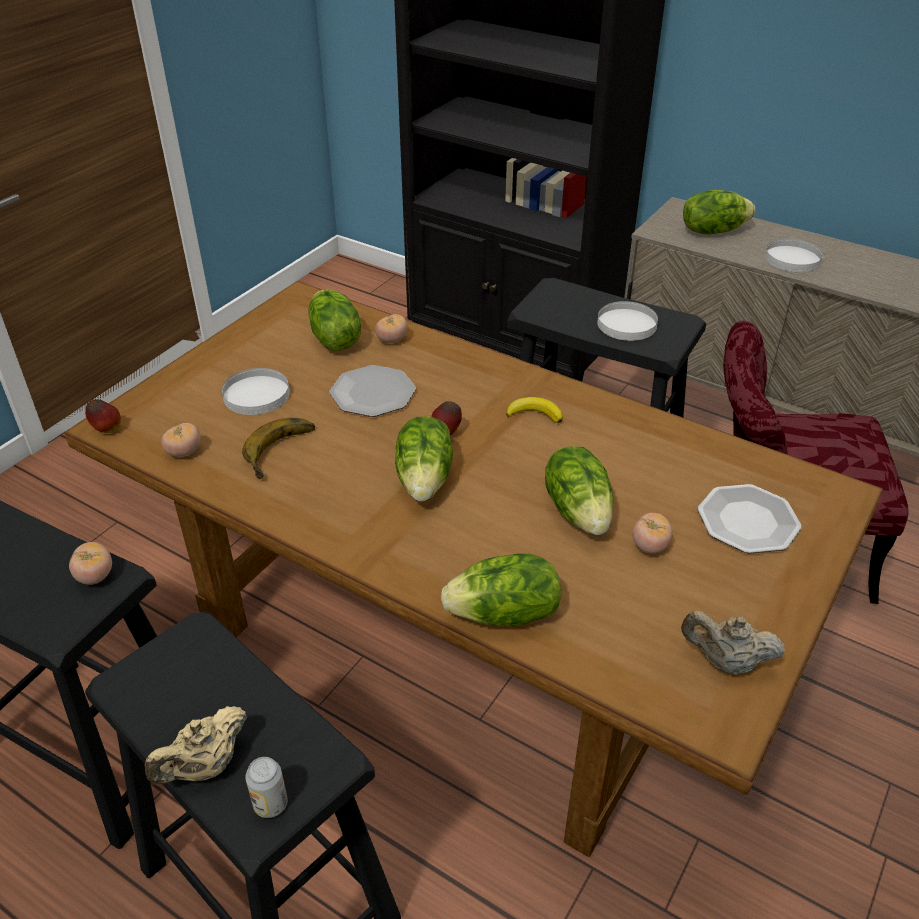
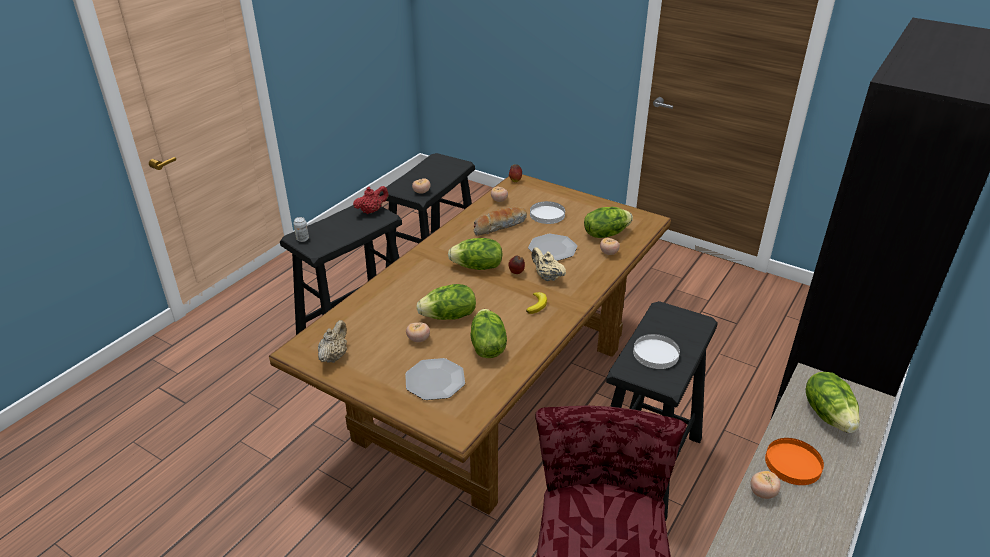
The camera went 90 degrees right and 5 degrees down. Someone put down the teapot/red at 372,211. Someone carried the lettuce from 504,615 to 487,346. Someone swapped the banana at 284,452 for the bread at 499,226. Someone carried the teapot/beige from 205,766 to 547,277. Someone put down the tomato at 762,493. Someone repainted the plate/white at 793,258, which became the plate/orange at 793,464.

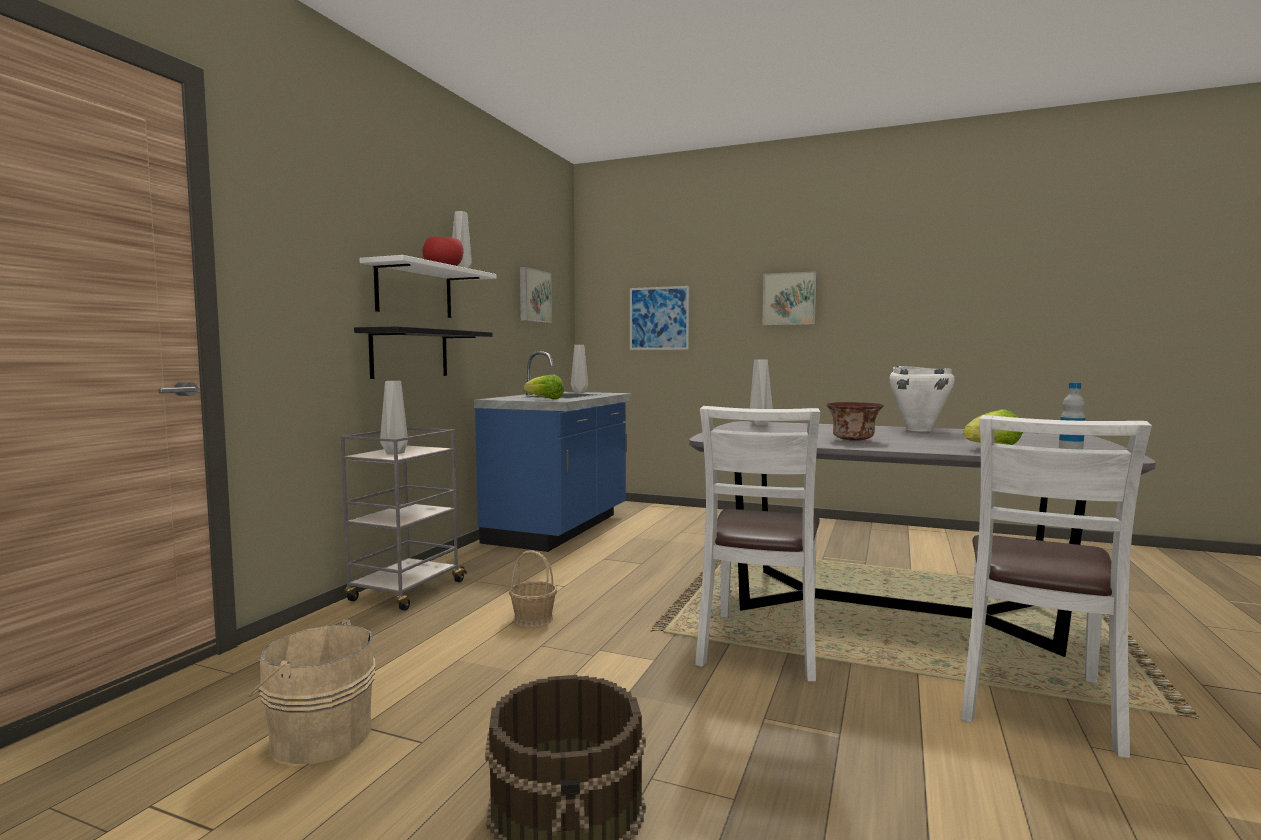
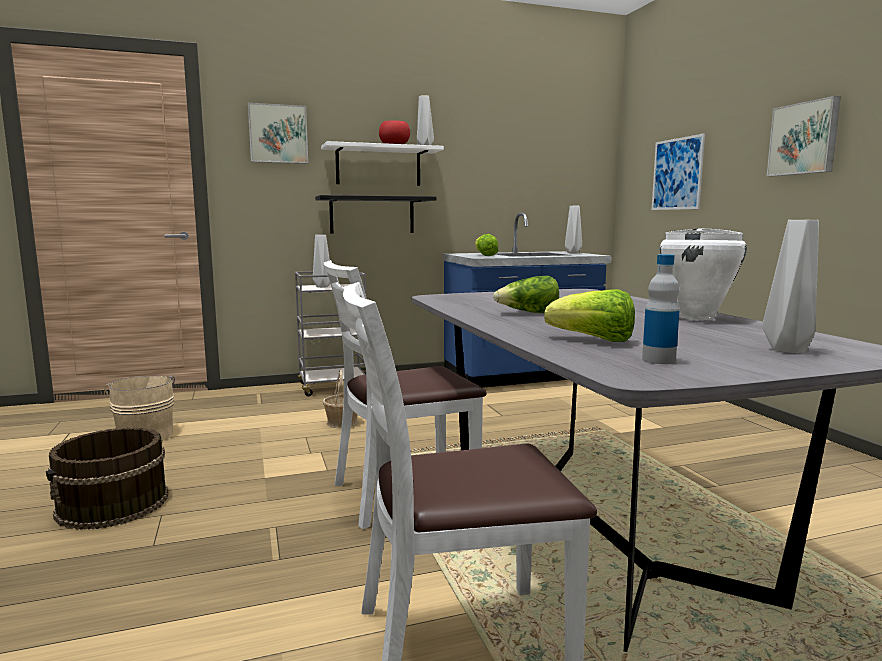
The camera went 50 degrees right and 5 degrees up. Someone carried the picture from 533,296 to 278,134. Someone swapped the bowl at 854,440 for the lettuce at 529,313. Someone carried the vase/grey from 759,424 to 785,349.

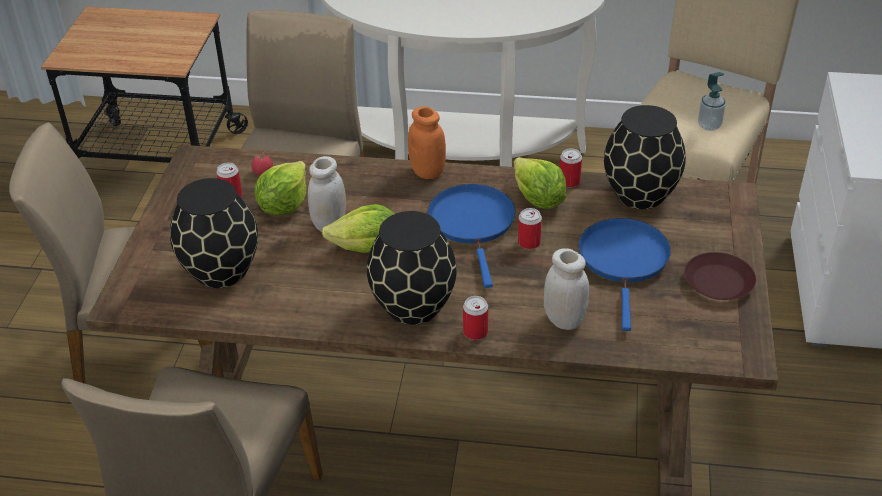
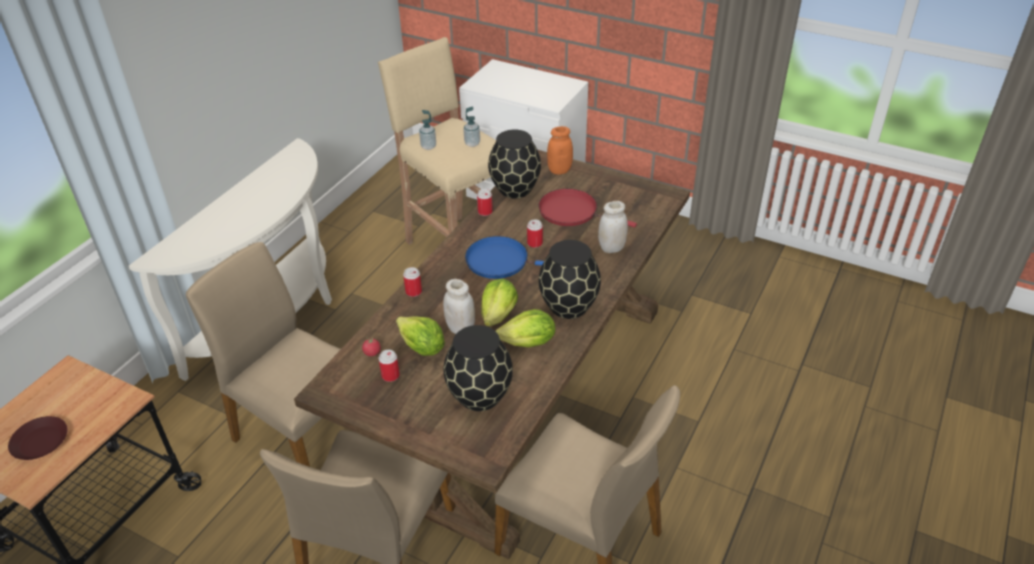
The camera went 70 degrees left and 0 degrees up. Someone carried the plate/brown from 719,282 to 41,441. Someone carried the can from 475,332 to 413,292. Someone put down the soap dispenser at 428,146. Someone carried the lettuce from 538,200 to 529,343. Someone repainted the frying pan/blue at 624,260, which became the frying pan/red at 572,212. Someone carried the jar/orange from 427,172 to 559,170.

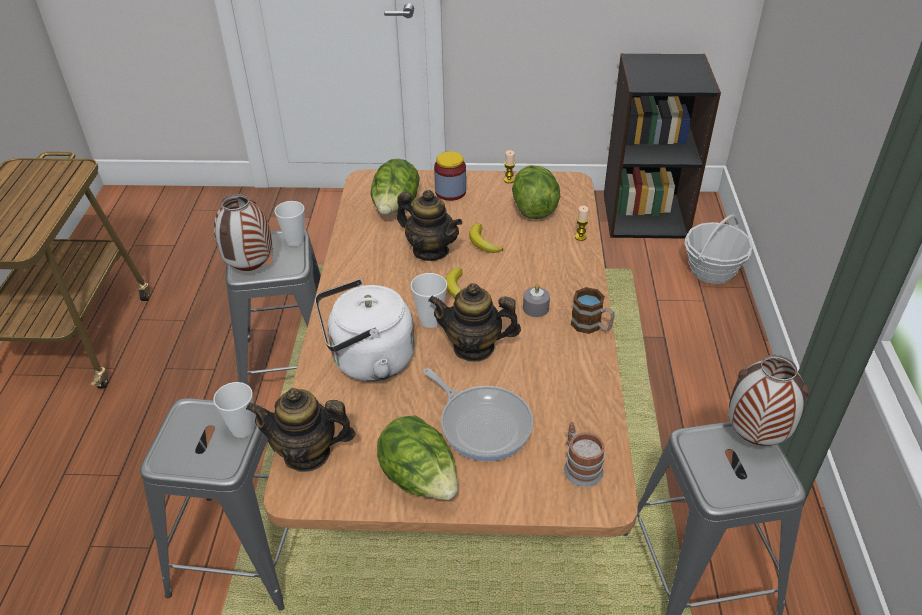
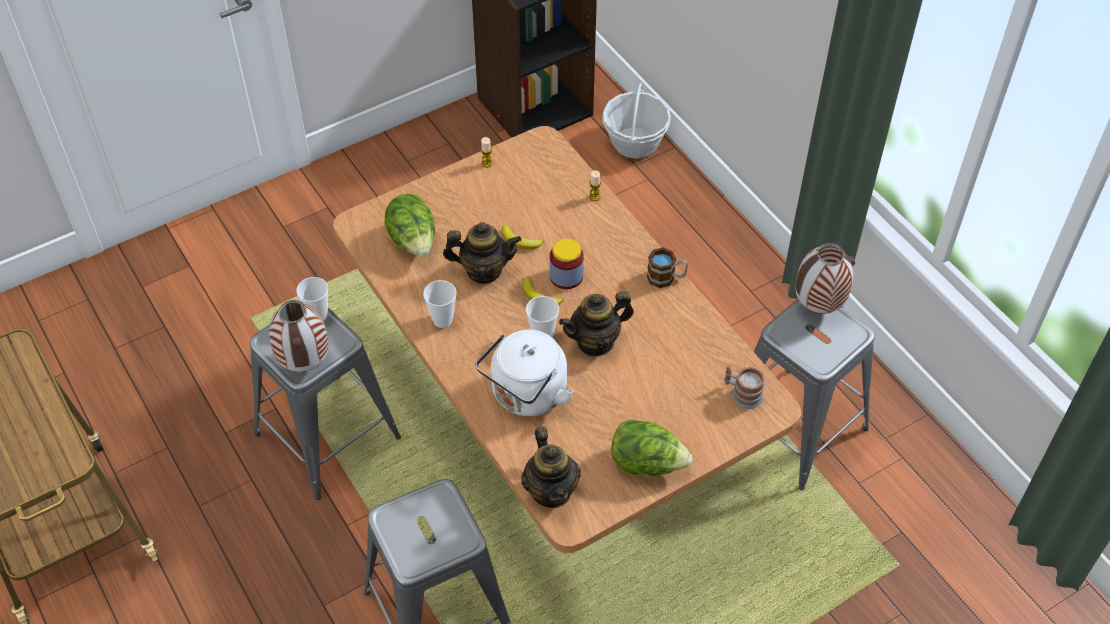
The camera went 35 degrees left and 10 degrees up. Someone carried the cup from 242,429 to 442,320. Someone rotated the teapot at 307,453 by 75 degrees counterclockwise. Someone carried the jar from 450,192 to 566,276. Someone took away the frying pan at 482,424. Someone took away the lettuce at 533,208. Someone took away the candle/grey at 535,308.

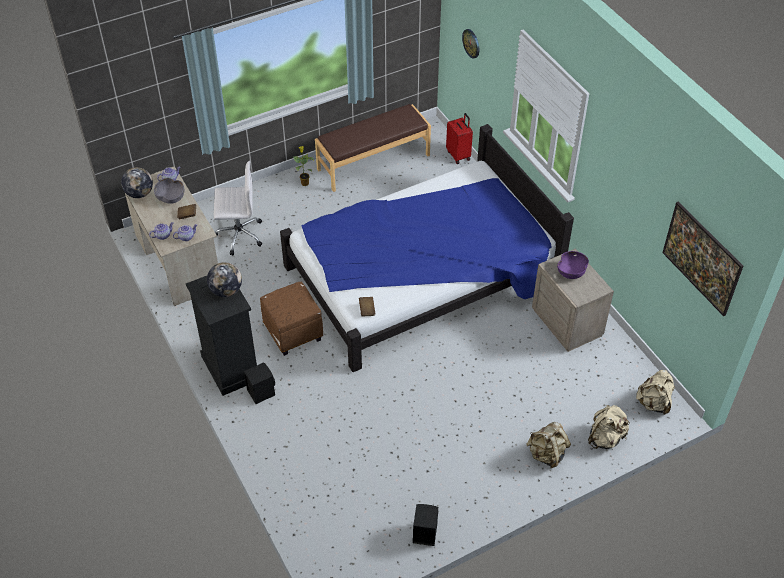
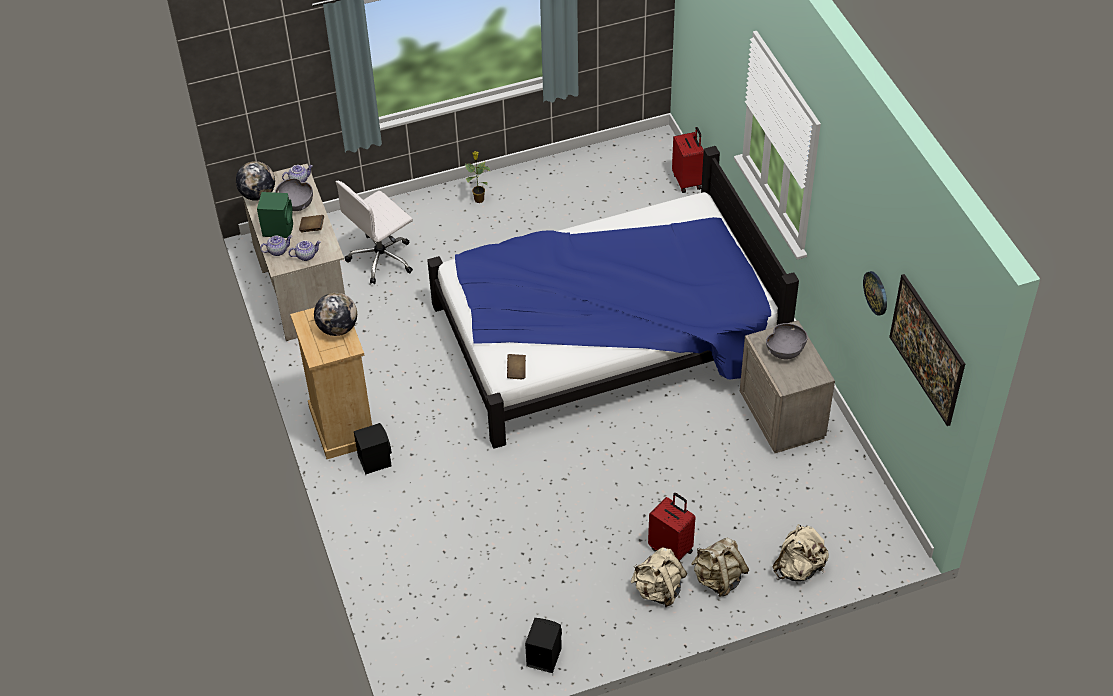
The camera went 10 degrees right and 0 degrees up. Someone put down the speaker/green at 278,228. Someone repainted the dresser/black at 230,367, which became the dresser/beige at 342,425. Someone rotated the office chair/white at 238,235 by 135 degrees clockwise. Someone carried the backpack/beige from 653,403 to 658,590. Someone put down the suitcase/red at 671,549. Someone repainted the bowl/purple at 571,272, which became the bowl/grey at 785,350. Someone carried the wall clock from 471,43 to 876,292. Someone took away the ottoman/brown at 294,333. Someone took away the bench/brown at 373,162.

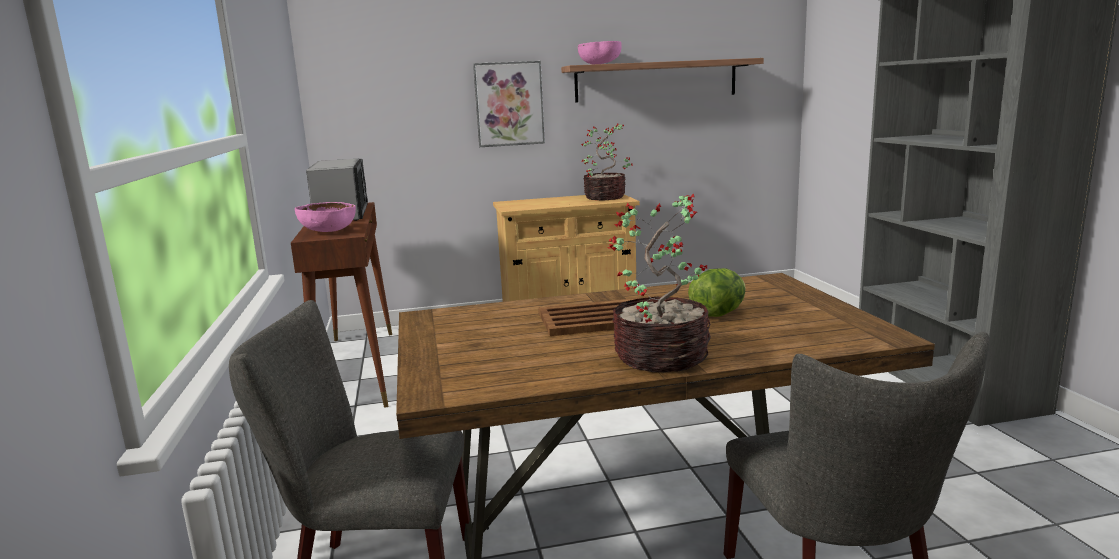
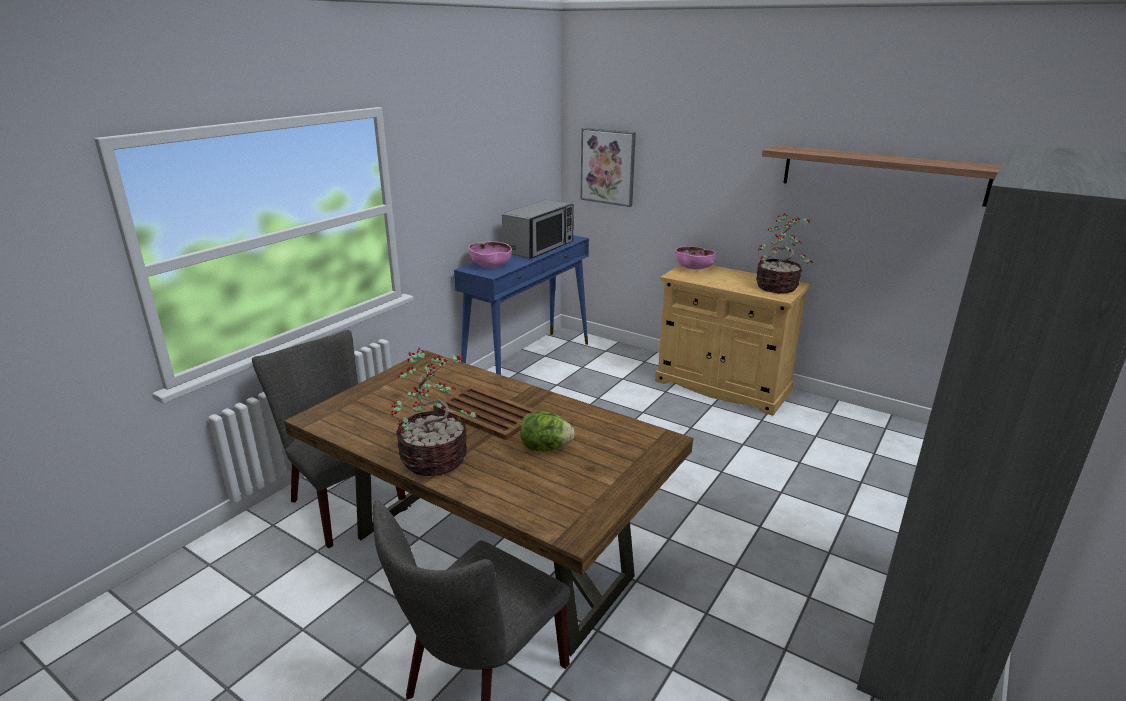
The camera went 45 degrees right and 10 degrees up. Someone repainted the console table/brown at 358,369, which became the console table/blue at 528,363. Someone carried the picture from 509,104 to 608,167. Someone carried the bowl/pink from 600,64 to 693,268.

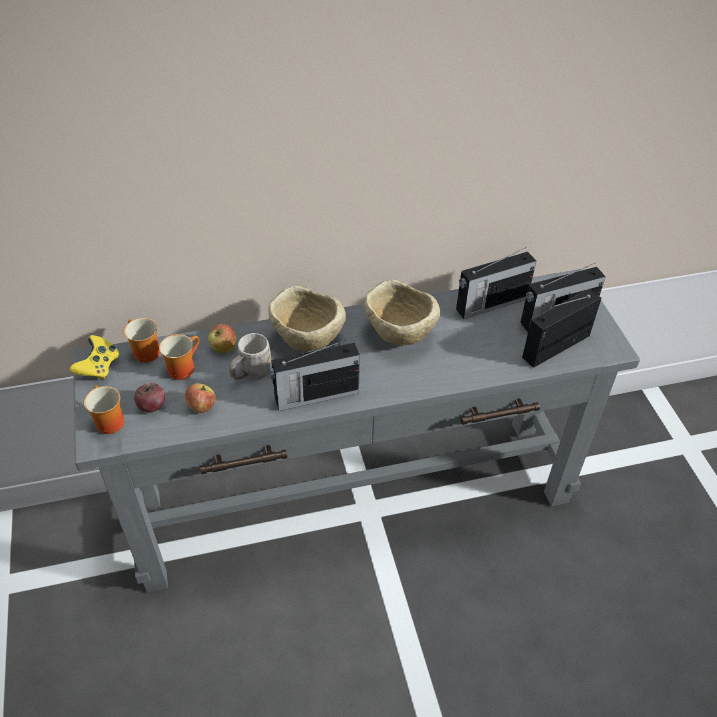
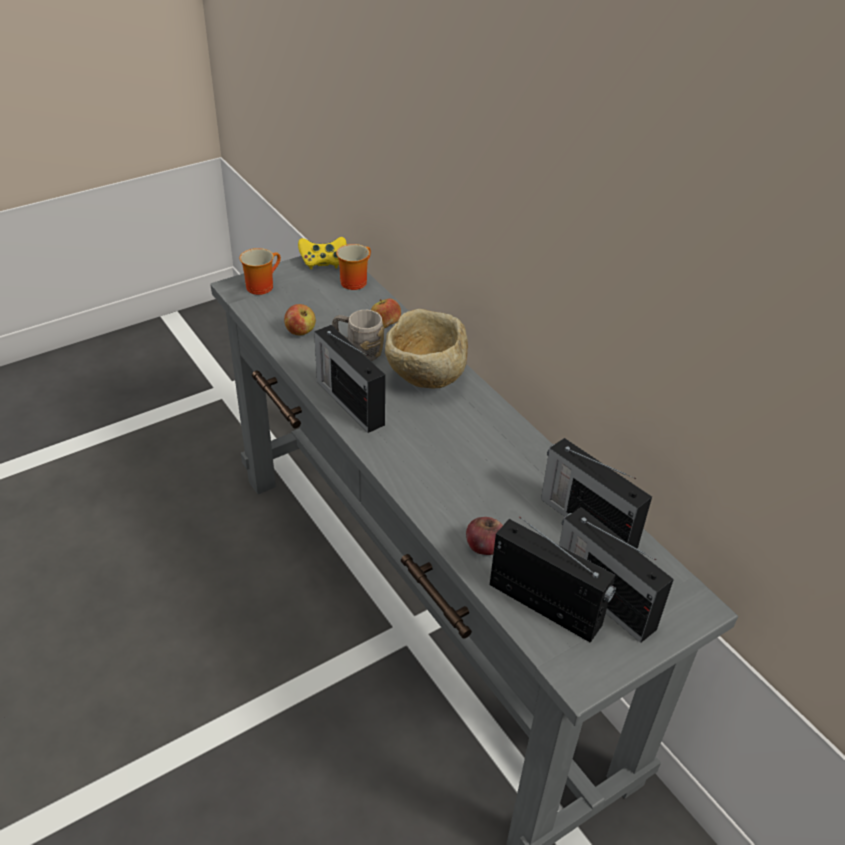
The camera went 70 degrees right and 5 degrees down. Someone carried the apple from 151,406 to 485,547. Someone took away the mug at 182,367. Someone took away the bowl/beige at 399,336.

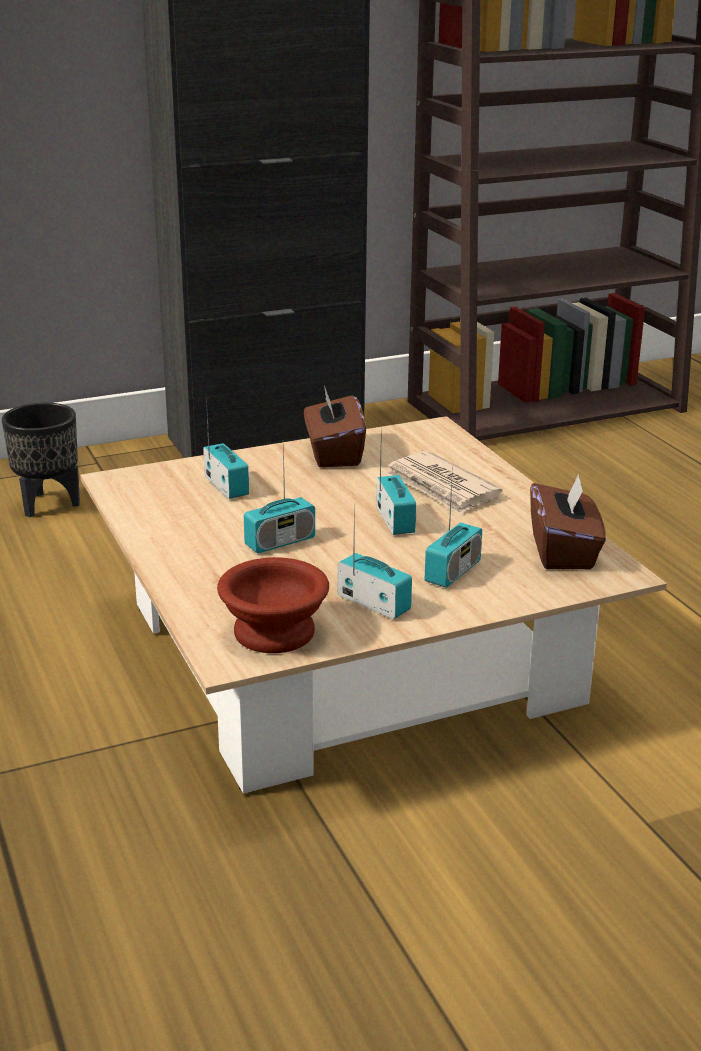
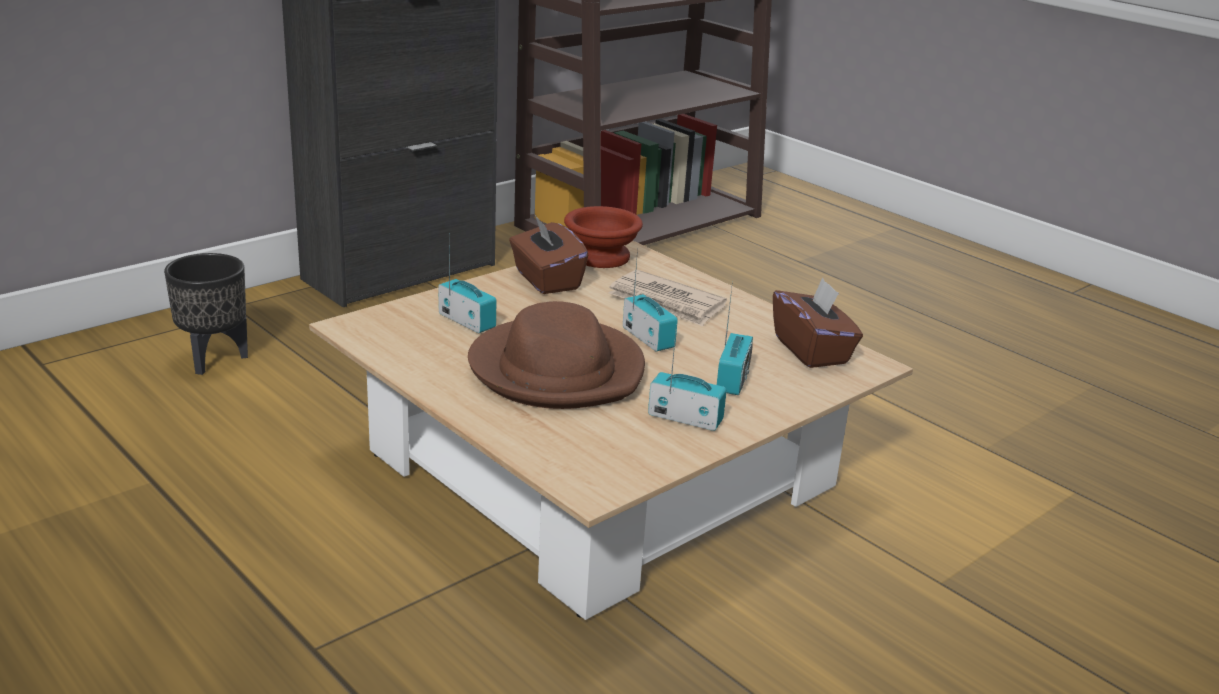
The camera went 20 degrees left and 0 degrees up. Someone swapped the radio at 280,542 for the hat/brown at 557,370. Someone carried the bowl/brown from 270,632 to 599,257.

